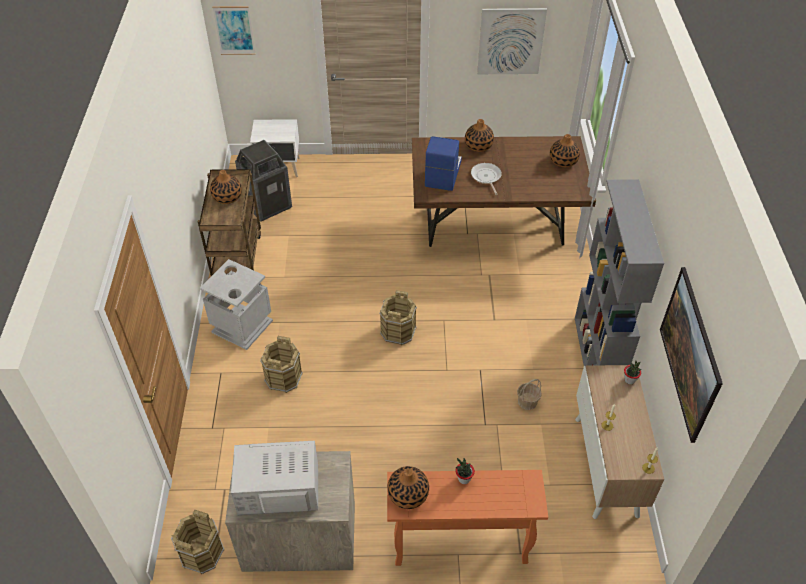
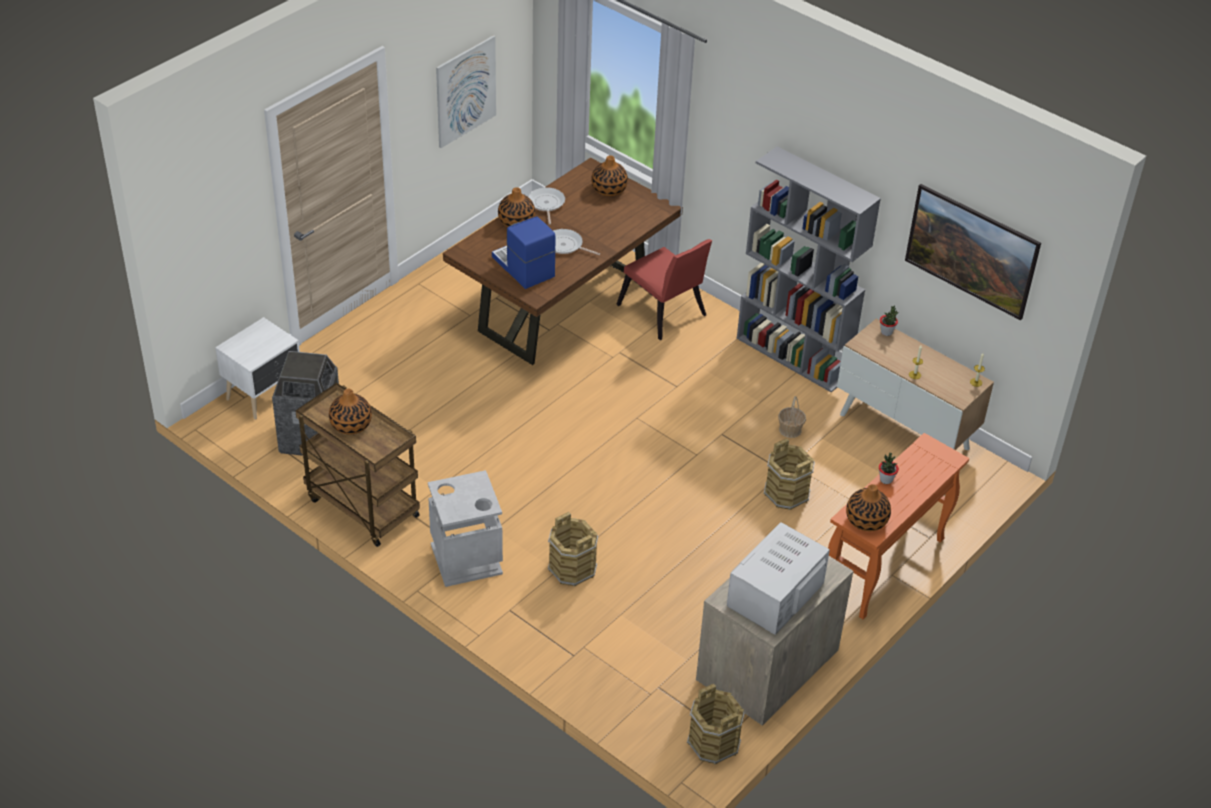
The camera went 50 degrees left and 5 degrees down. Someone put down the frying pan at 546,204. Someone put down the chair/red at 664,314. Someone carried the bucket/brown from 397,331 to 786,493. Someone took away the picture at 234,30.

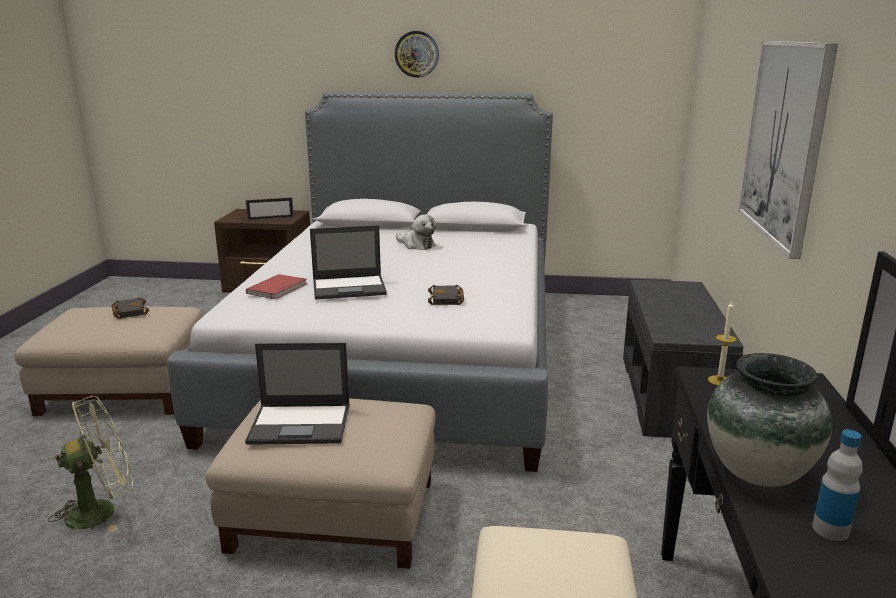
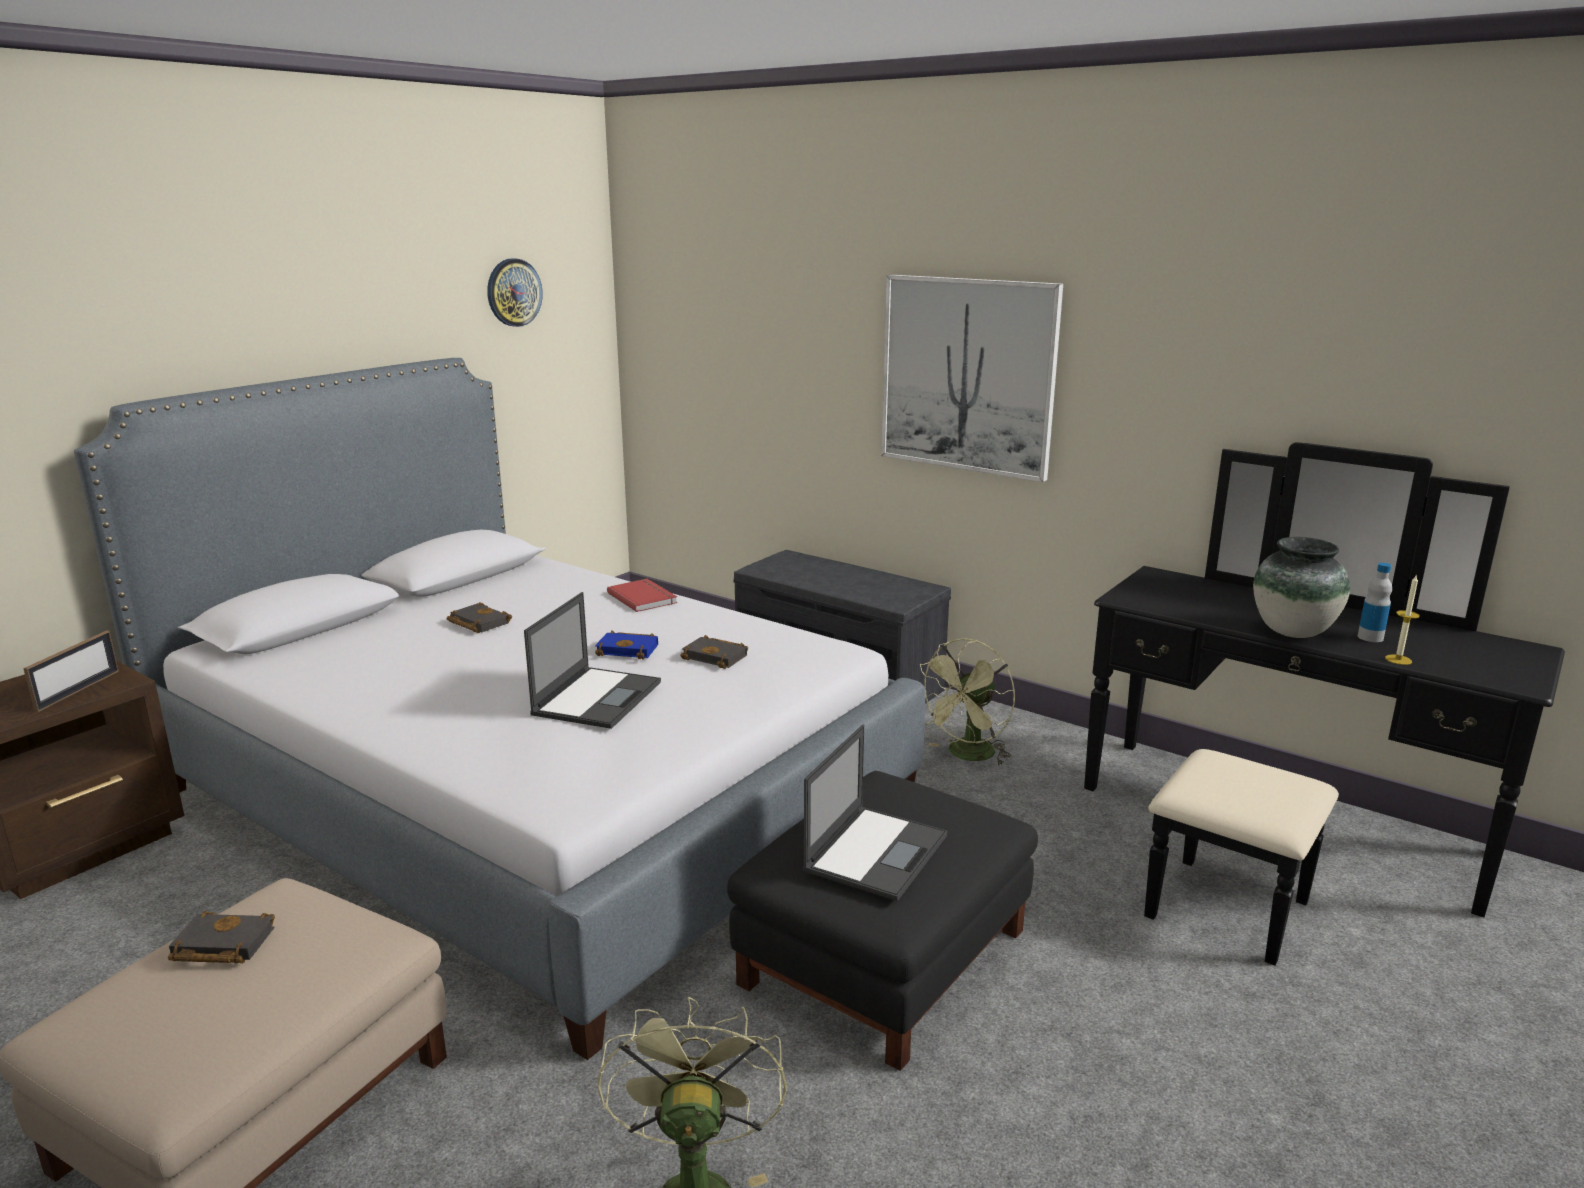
The camera went 60 degrees left and 0 degrees up. Someone swapped the plush toy at 416,245 for the book/black at 477,623. Someone carried the wall clock from 416,54 to 513,292. Someone put down the book/blue at 629,649. Someone carried the book/red from 279,289 to 643,597. Someone repainted the ottoman/beige at 335,514, which became the ottoman/black at 883,955. Someone put down the fan/green at 967,756. Someone carried the candle from 719,381 to 1398,660.

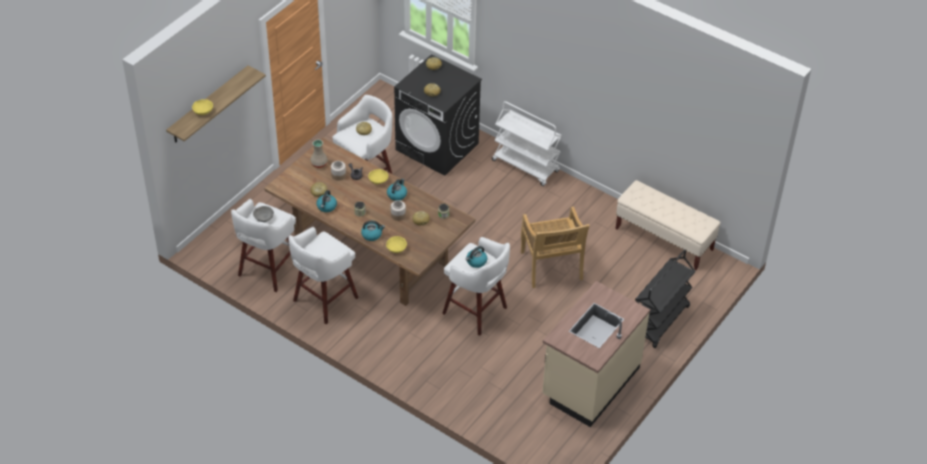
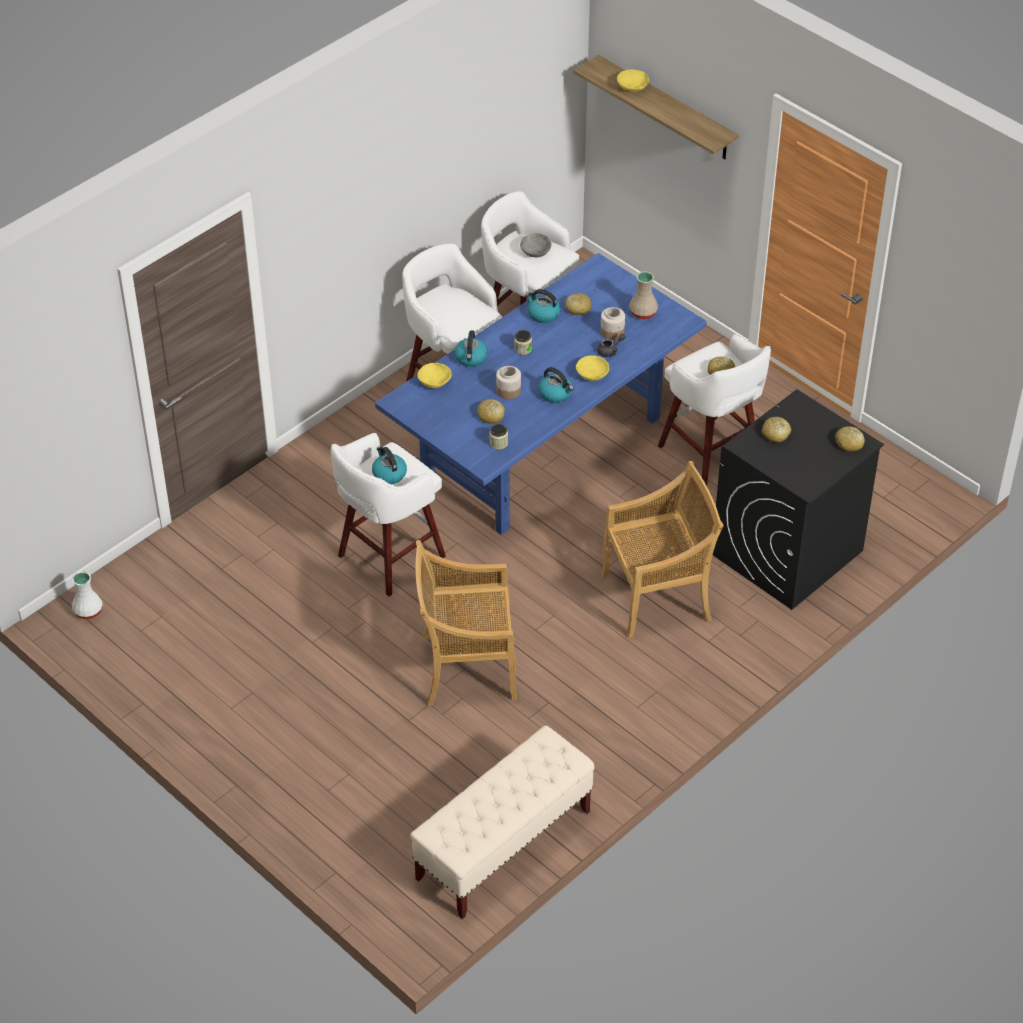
The camera went 100 degrees right and 0 degrees up. Someone put down the vase/white at 87,610. Someone repainted the dining table/brown at 370,252, which became the dining table/blue at 543,445. Someone put down the chair/beige at 658,596. Someone took away the cart/white at 526,166. Someone took away the counter/beige at 589,382. Someone took away the cart/black at 659,321.

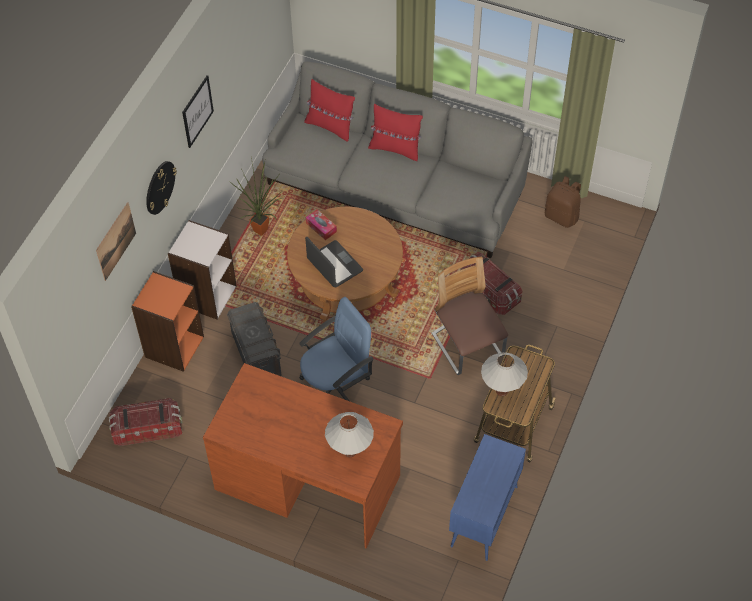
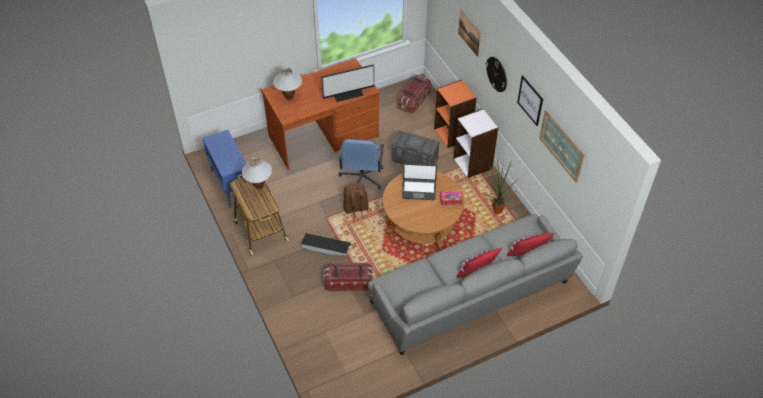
The camera went 130 degrees right and 5 degrees down. Someone swapped the chair at 467,346 for the storage box/black at 326,247. Someone put down the monitor at 347,93. Someone carried the backpack/brown from 562,216 to 355,209. Someone put up the picture at 561,145.

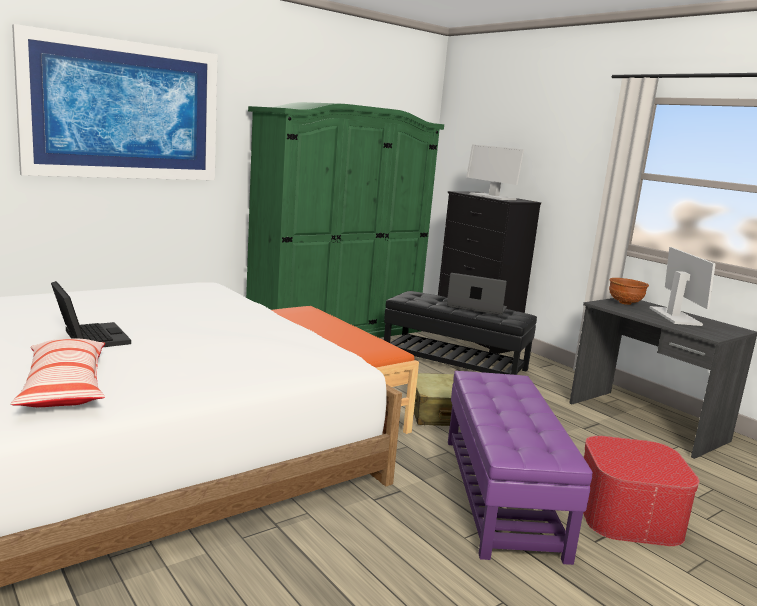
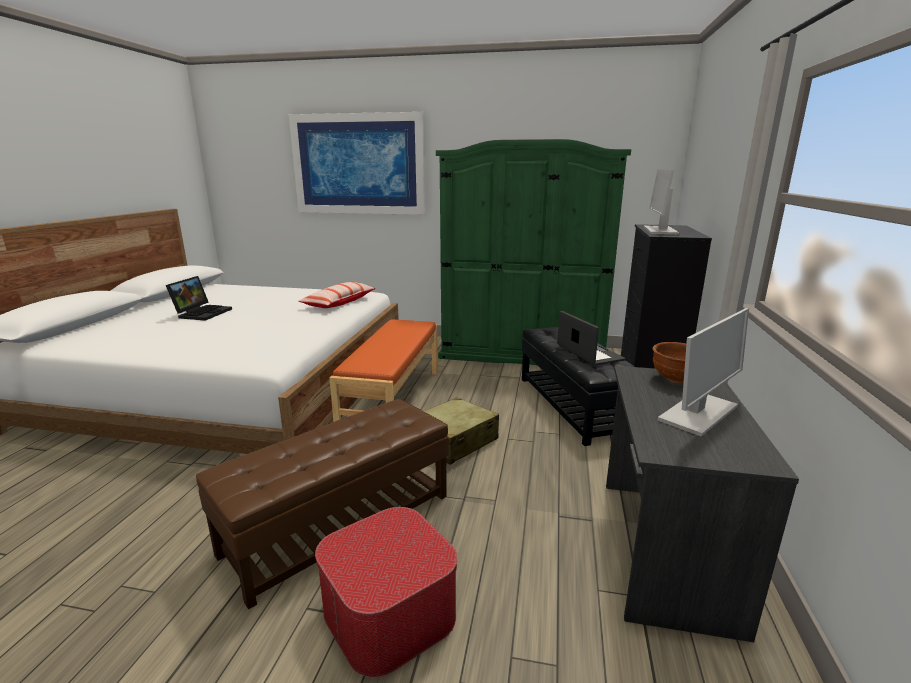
The camera went 50 degrees right and 5 degrees up. Someone repainted the ottoman/purple at 501,494, which became the ottoman/brown at 340,524. Someone carried the pillow from 64,387 to 339,303.

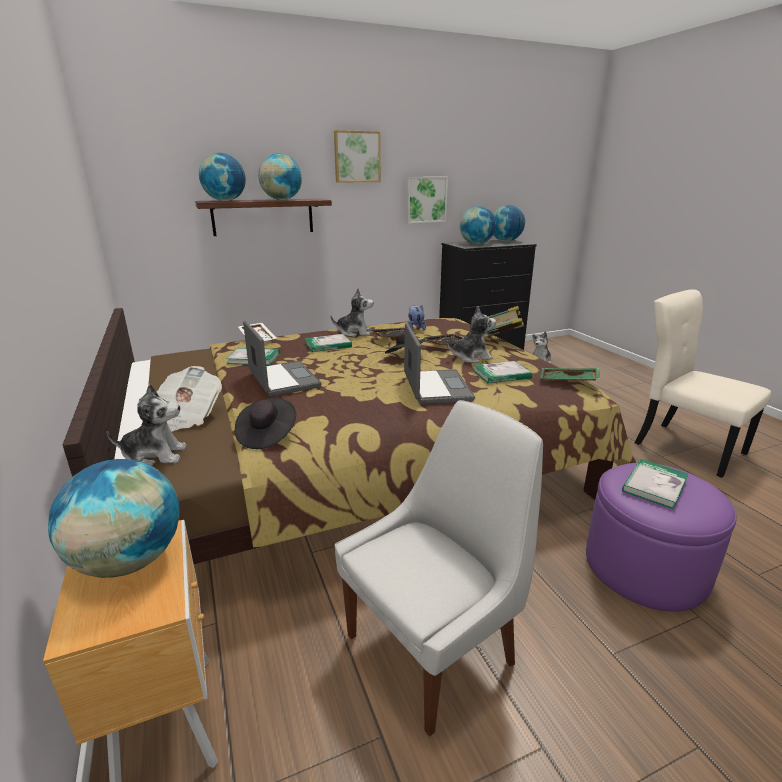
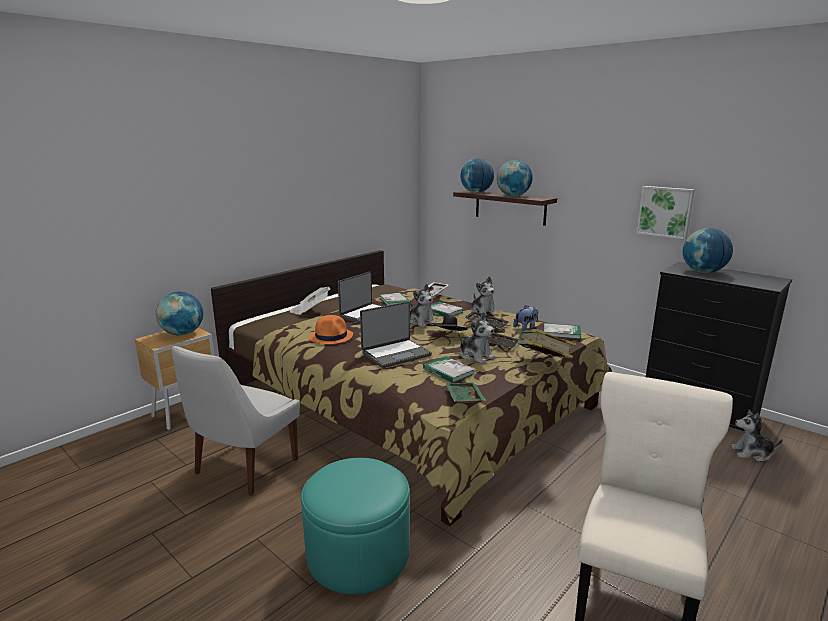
The camera went 65 degrees right and 5 degrees down. Someone rotated the chair/white at 434,646 by 90 degrees clockwise. Someone repainted the ottoman/purple at 645,567, which became the ottoman/turquoise at 358,554. Someone put down the hat/orange at 331,337. Someone carried the plush toy from 155,456 to 422,322. Someone carried the book from 654,485 to 561,332. Someone took away the hat/black at 266,435. Someone took away the picture at 357,157. Someone took away the globe at 505,241.

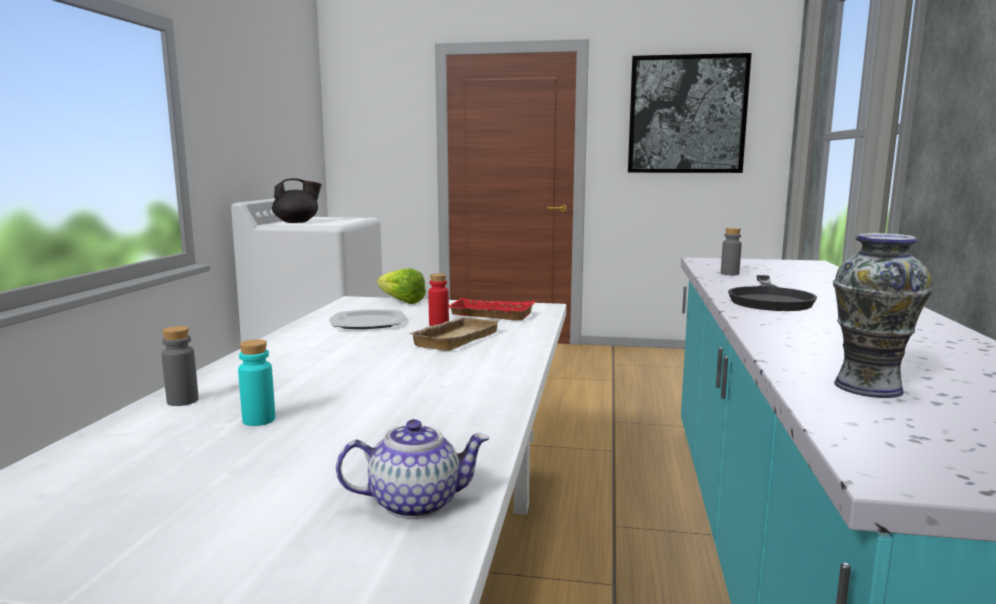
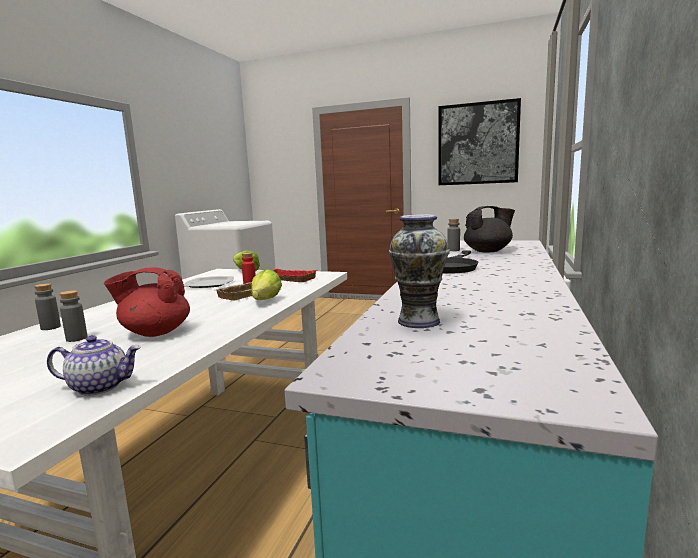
The camera went 10 degrees right and 0 degrees up. Someone repainted the bottle/turquoise at 259,420, which became the bottle/grey at 76,338. Someone put down the teapot/red at 155,332. Someone put down the lettuce at 263,302. Someone carried the teapot/black from 297,222 to 488,251.

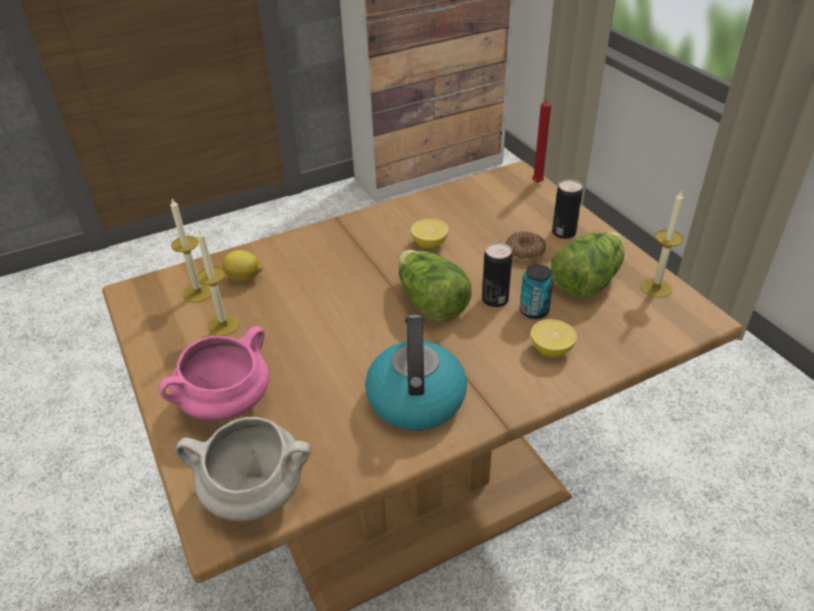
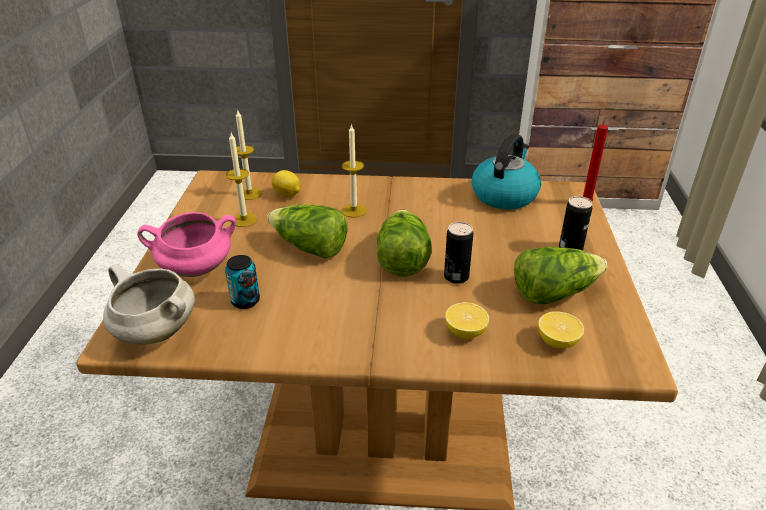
The camera went 30 degrees right and 5 degrees down. Someone carried the can from 534,311 to 245,301. Someone put down the lettuce at 309,248. Someone carried the candle from 656,288 to 354,210. Someone carried the kettle from 415,398 to 504,195. Someone carried the lemon from 429,244 to 557,341. Someone took away the donut at 524,252.

